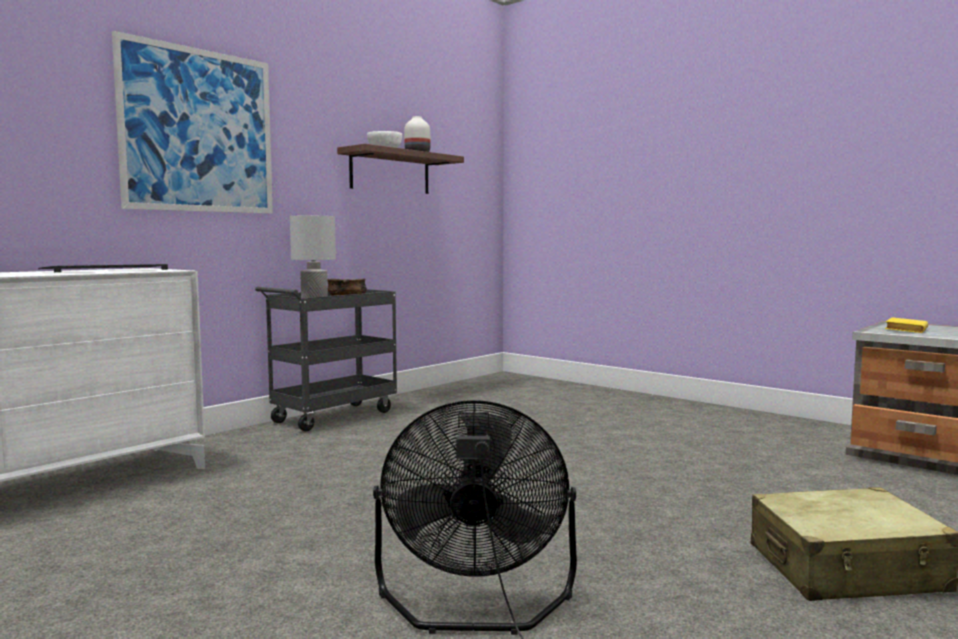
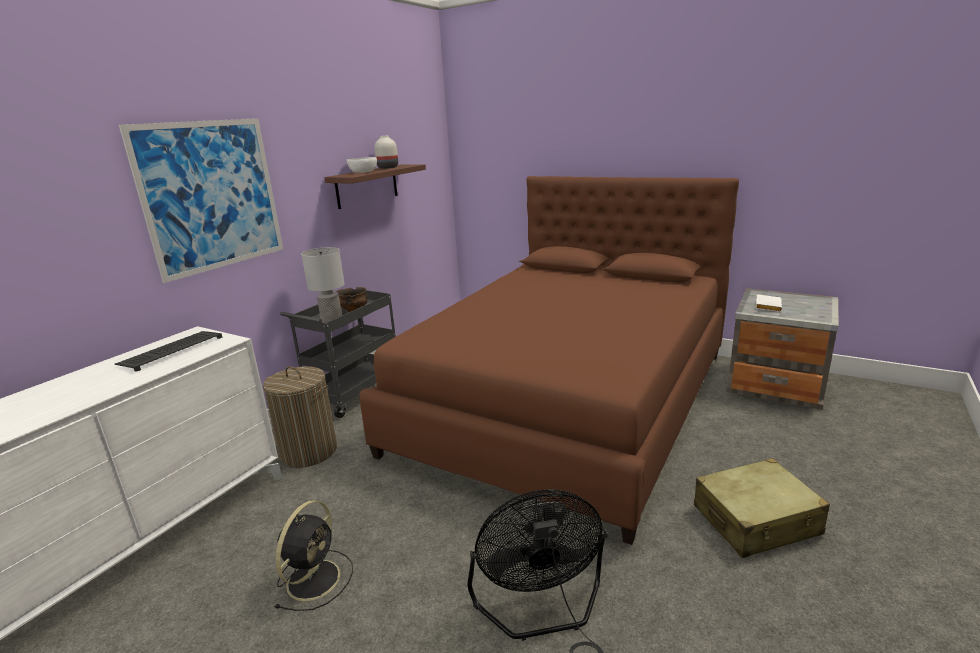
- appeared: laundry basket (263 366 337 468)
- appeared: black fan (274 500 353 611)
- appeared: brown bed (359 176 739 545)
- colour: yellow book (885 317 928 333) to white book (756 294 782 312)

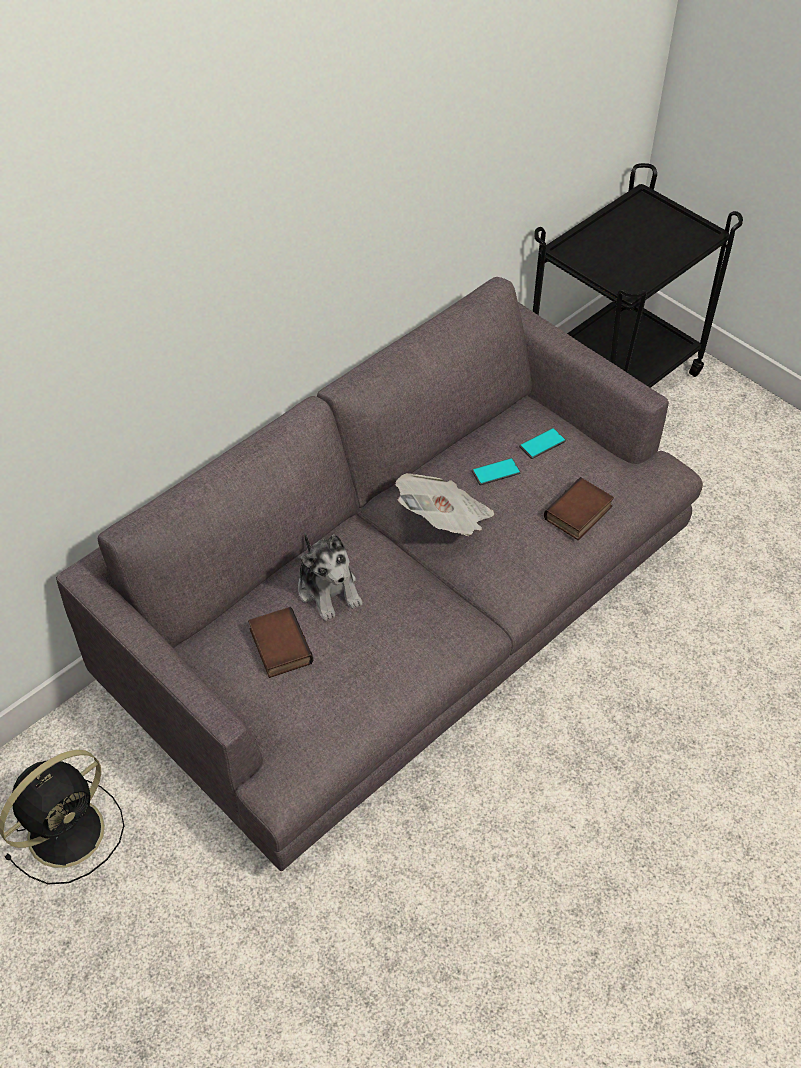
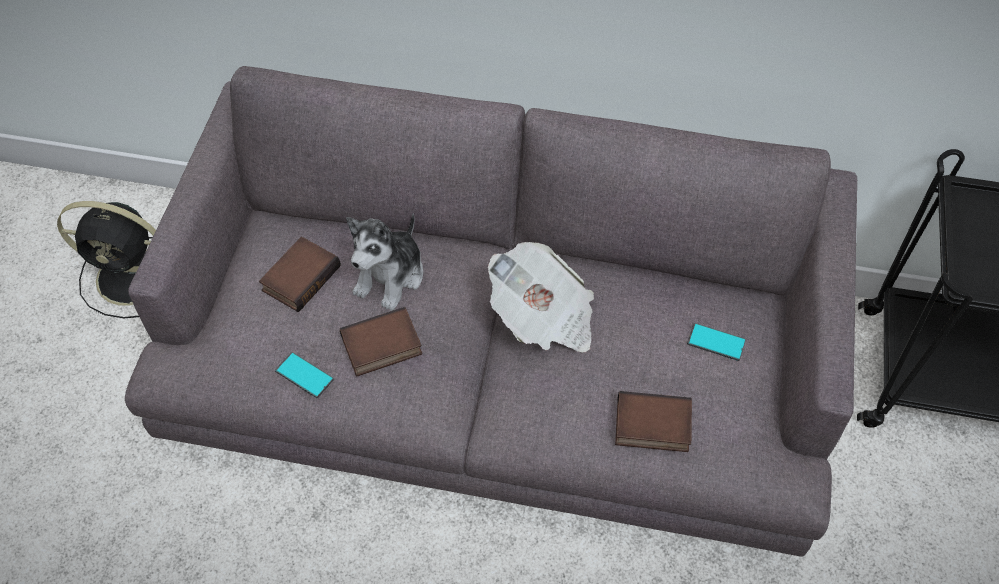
- relocated: phone (472 458 521 486) to (275 352 334 398)
- appeared: book (340 307 422 376)

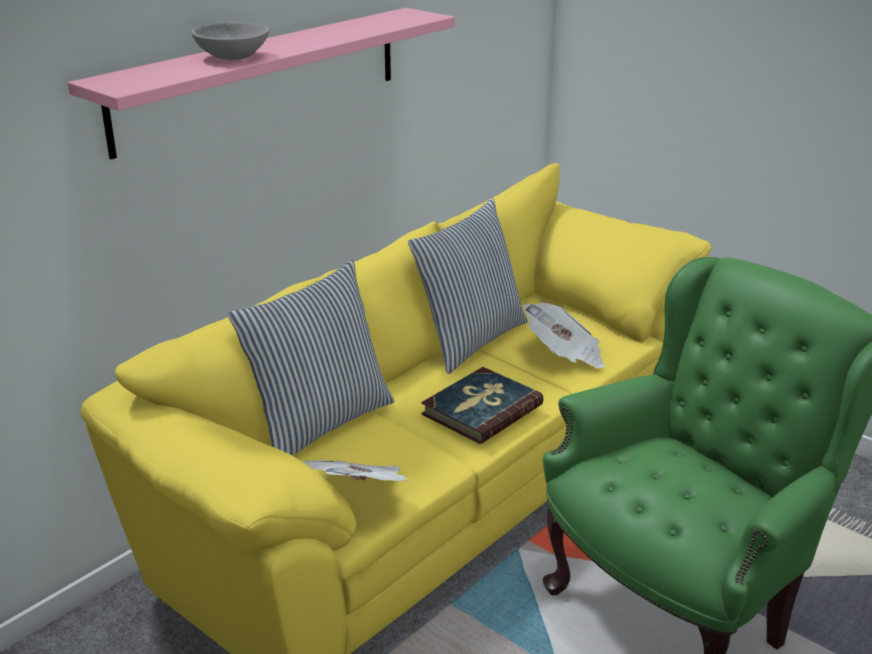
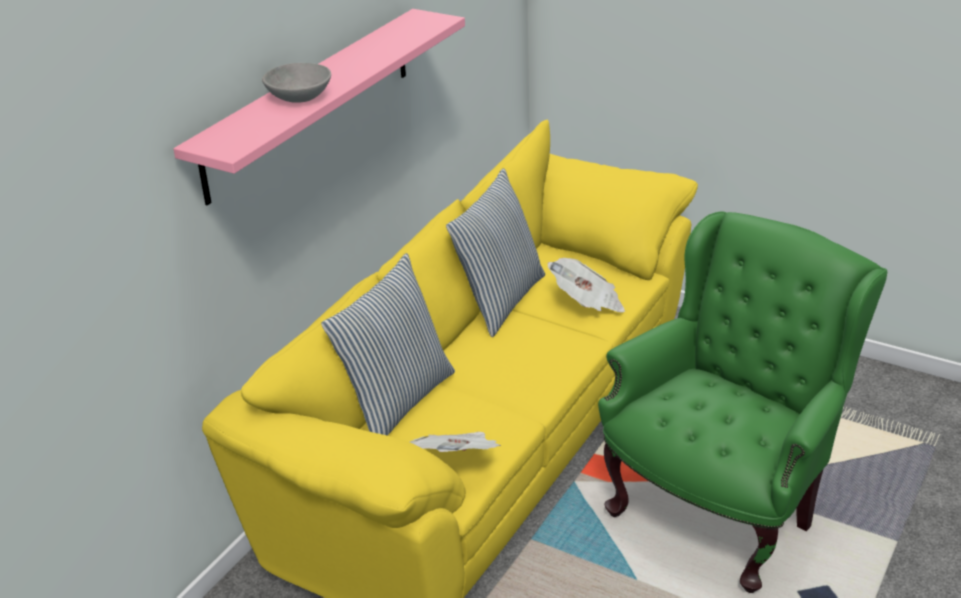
- missing: book (421 367 543 444)

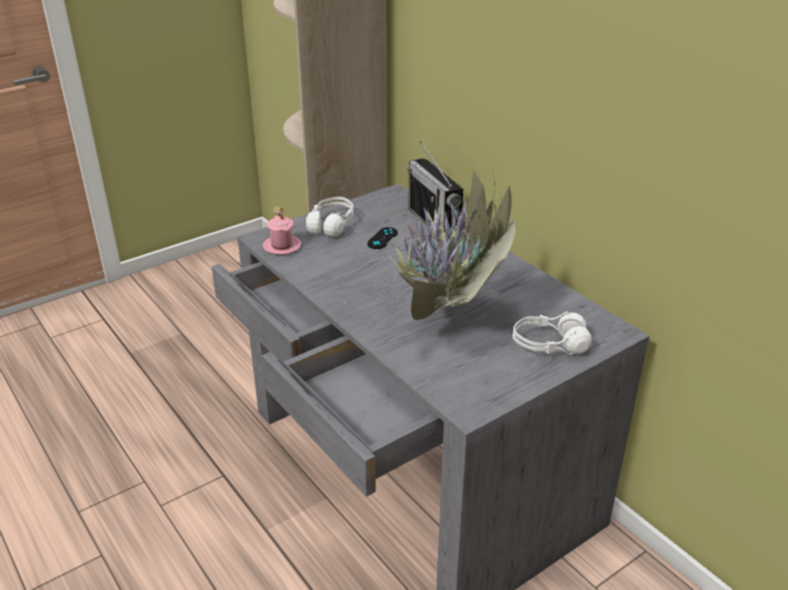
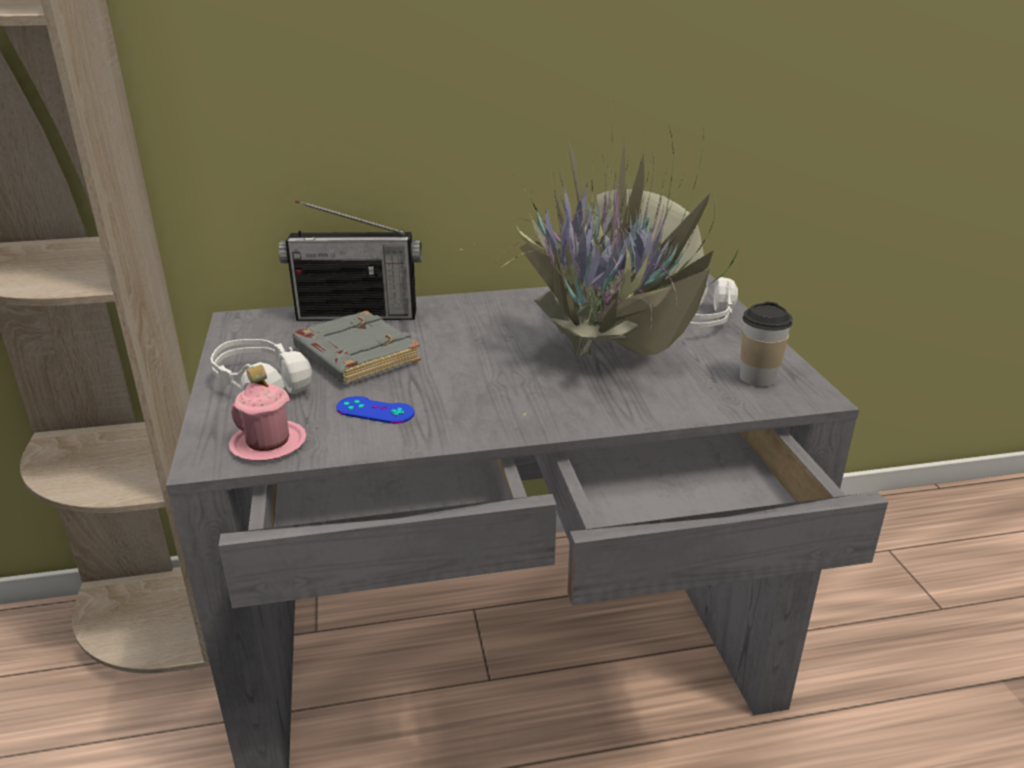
- exchanged: black game controller (367 227 398 249) to grey book (293 310 421 384)
- appeared: blue game controller (336 396 415 424)
- appeared: cup (740 302 793 387)

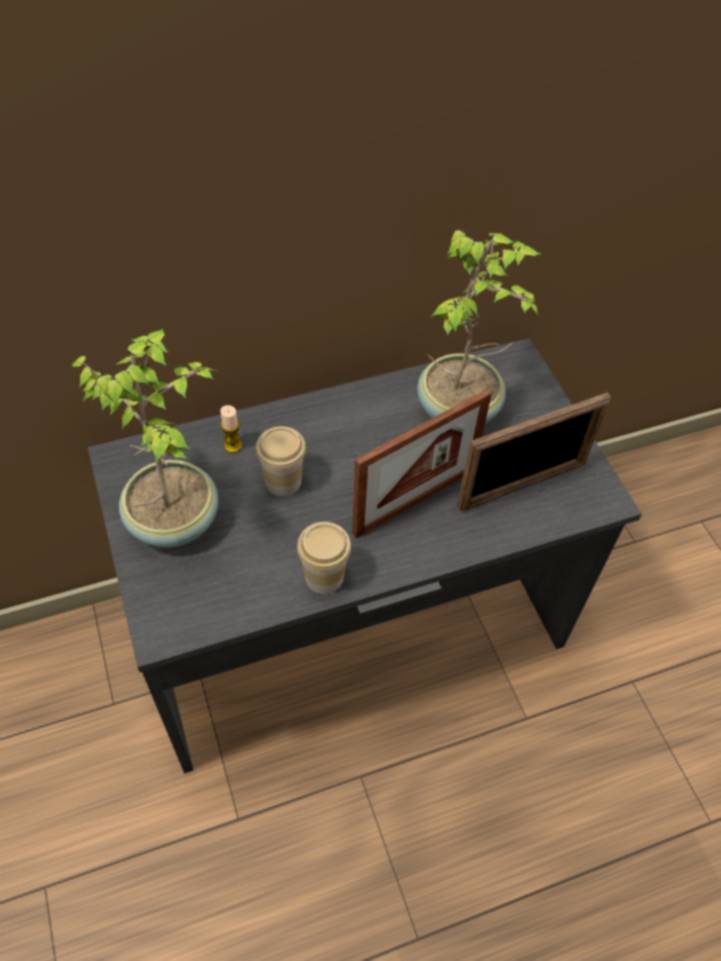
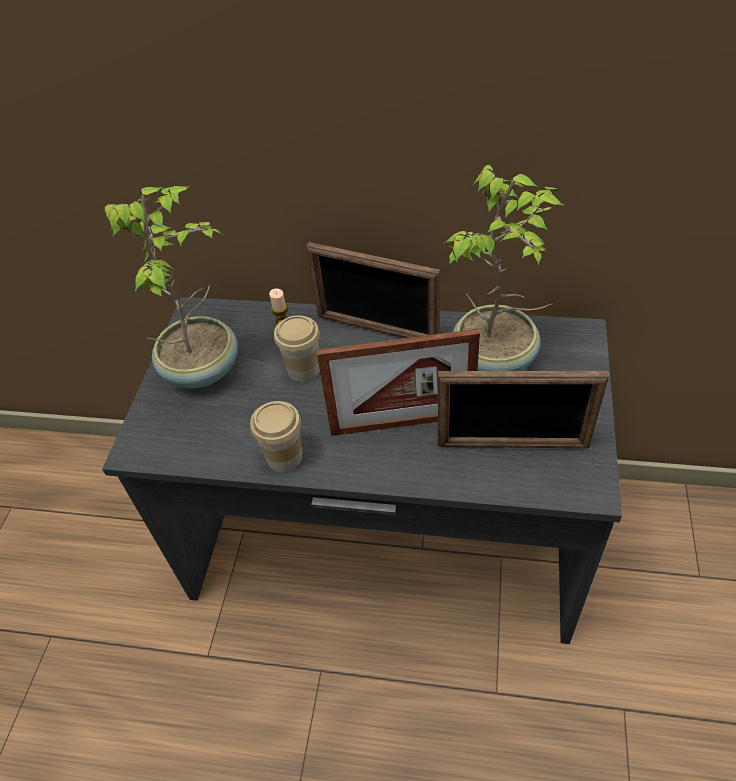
- appeared: picture frame (306 242 440 338)

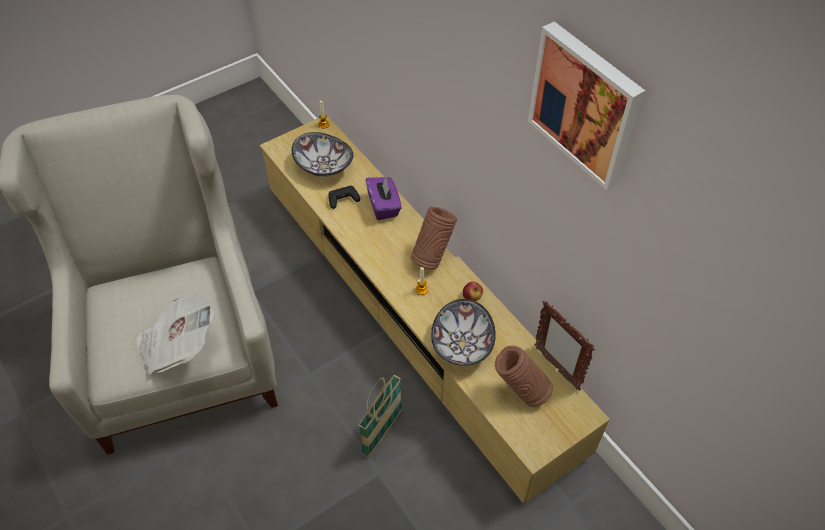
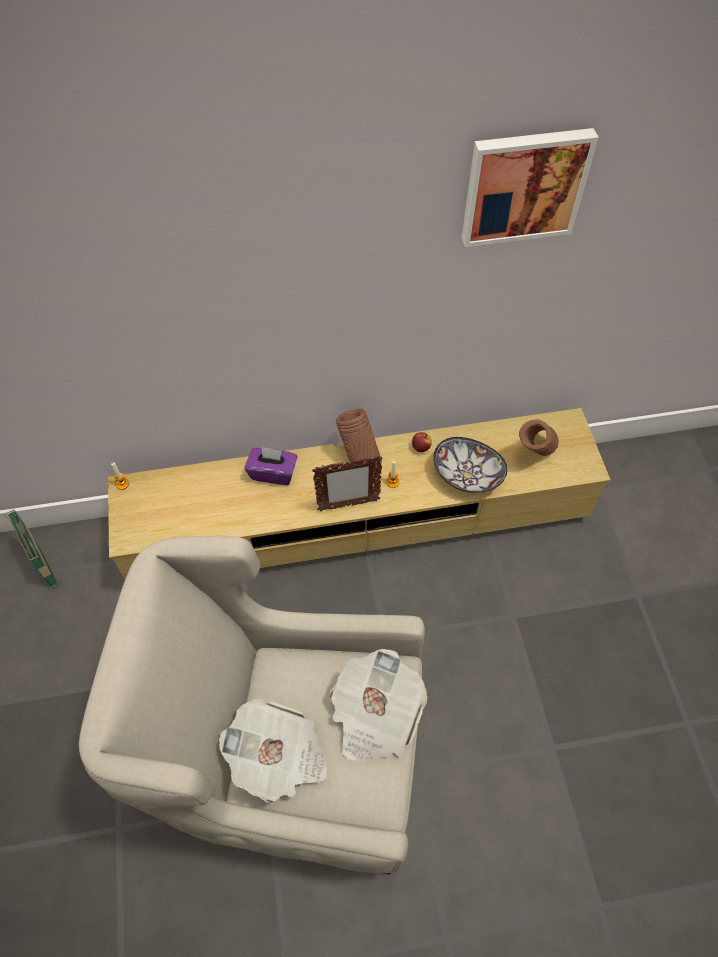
- relocated: basket (358 375 402 457) to (5 509 58 588)
- appeared: newspaper (219 698 328 803)
- relocated: picture frame (534 301 595 391) to (312 455 382 511)
- missing: bowl (292 132 354 177)
- missing: black game controller (328 186 360 209)

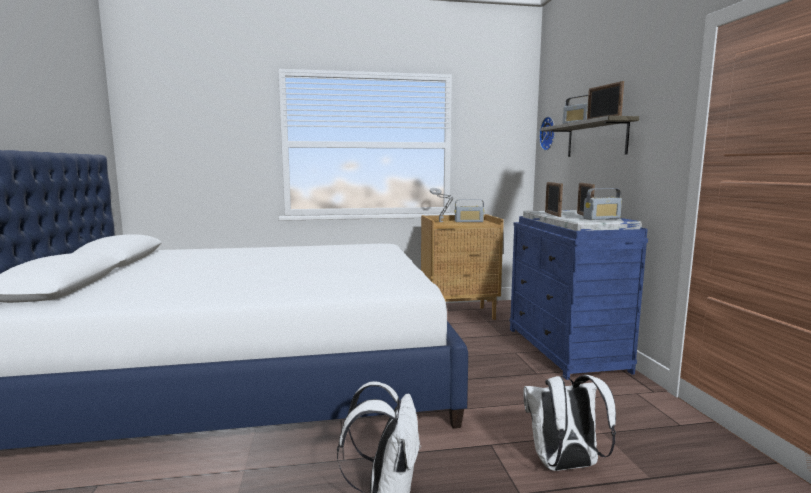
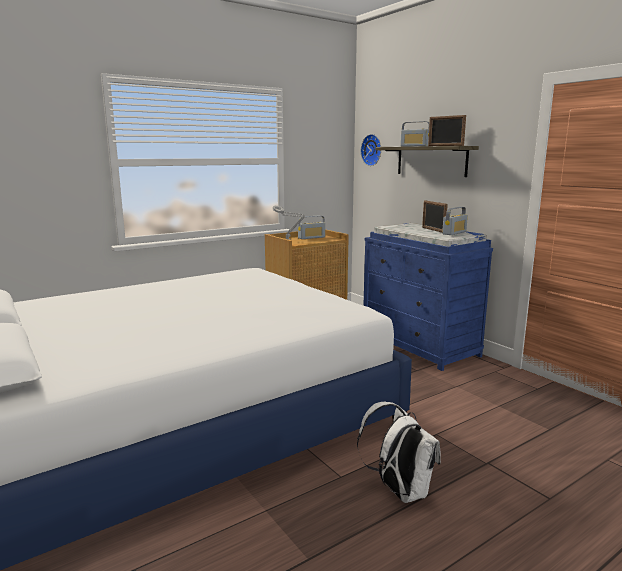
- missing: white backpack (523 375 616 471)
- missing: picture frame (545 182 563 217)

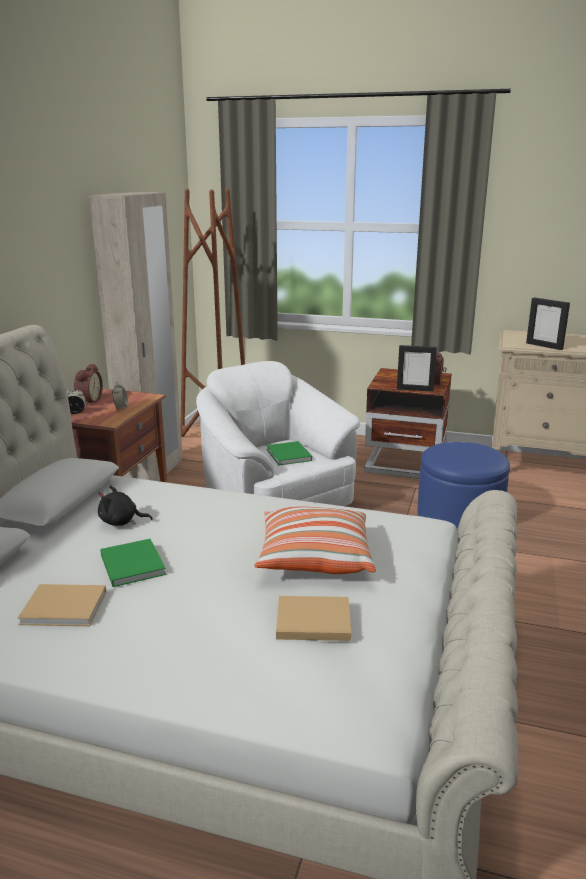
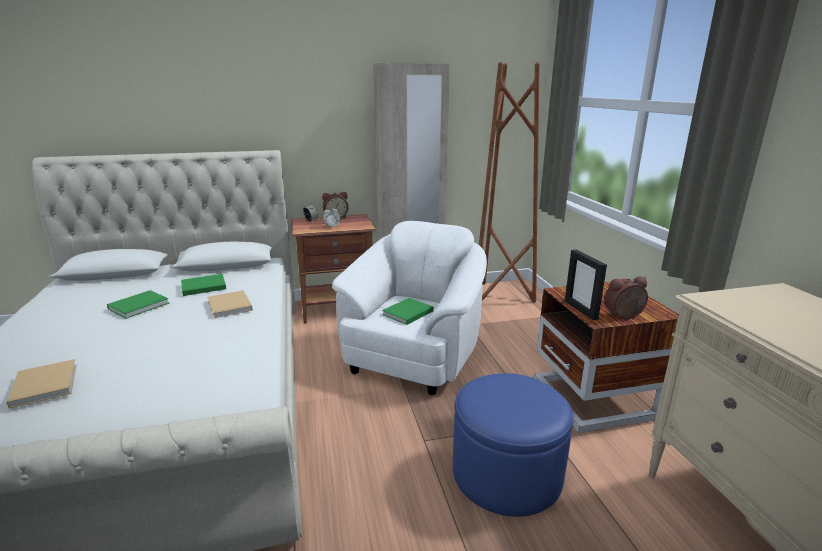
- exchanged: black plush toy (98 485 153 526) to green book (181 274 226 296)
- relocated: beige book (18 584 106 626) to (208 290 253 318)
- missing: pillow (254 506 376 574)
- missing: picture frame (526 298 570 350)

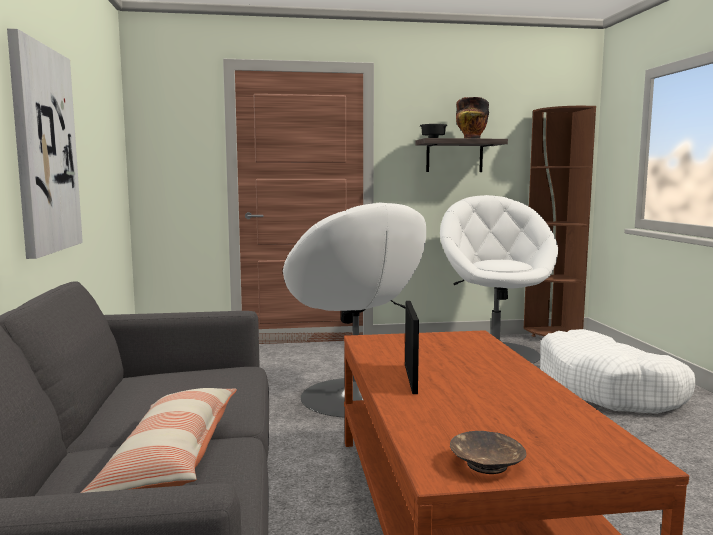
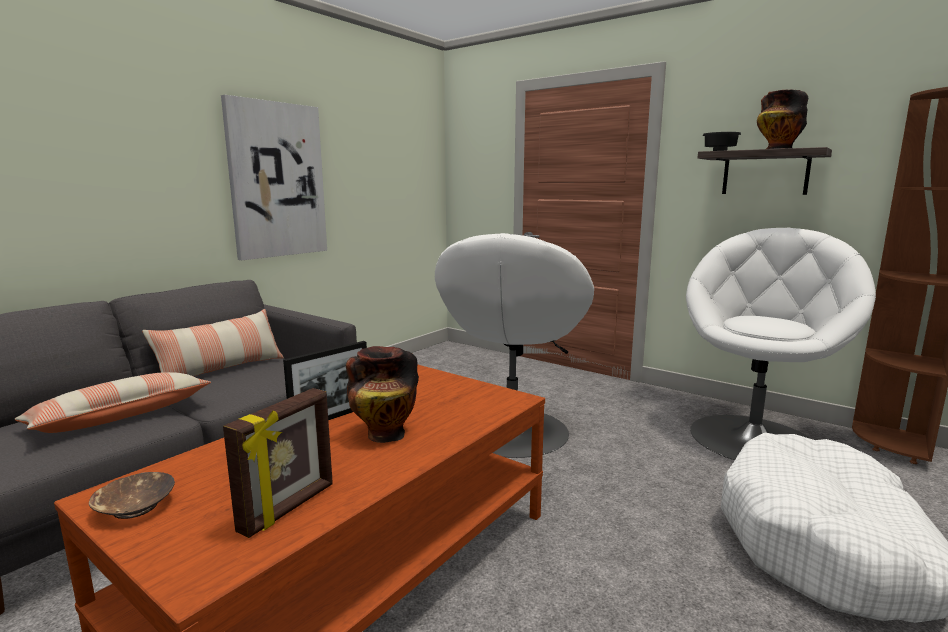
- appeared: pillow (142 309 284 377)
- appeared: picture frame (223 388 333 538)
- appeared: vase (346 346 419 443)

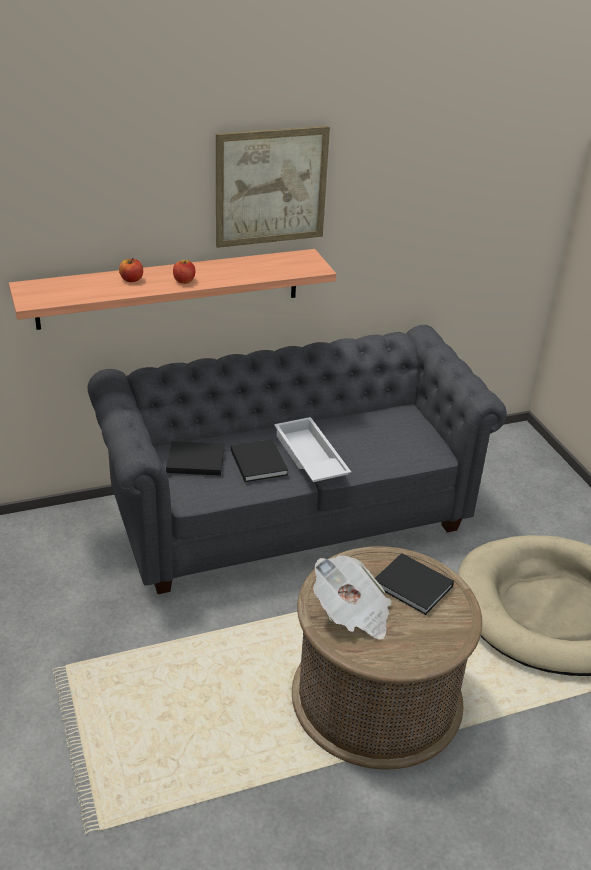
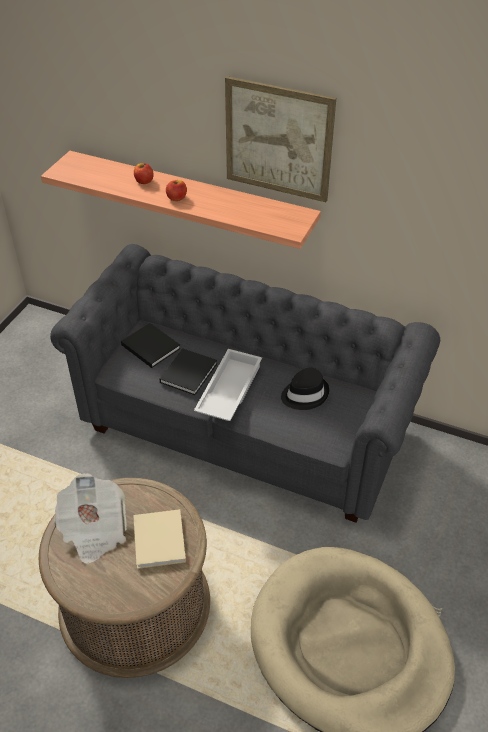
- colour: black book (374 553 454 615) to beige book (133 509 186 569)
- appeared: black hat (281 368 329 410)

